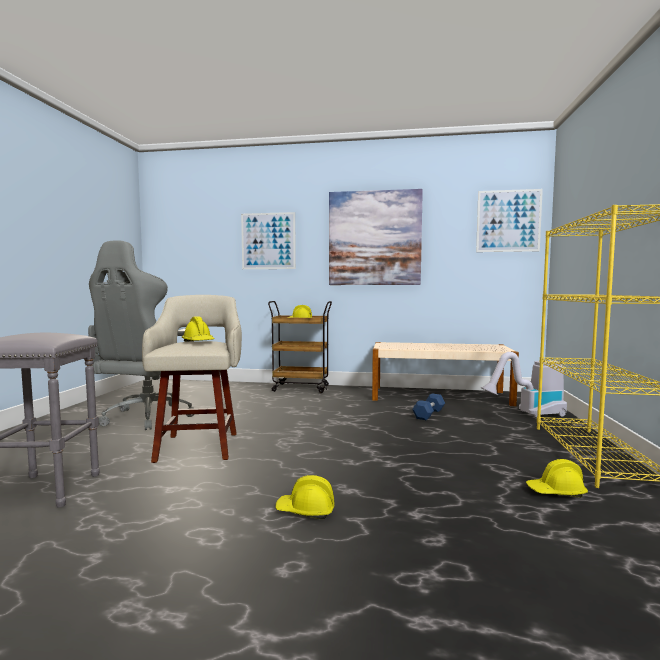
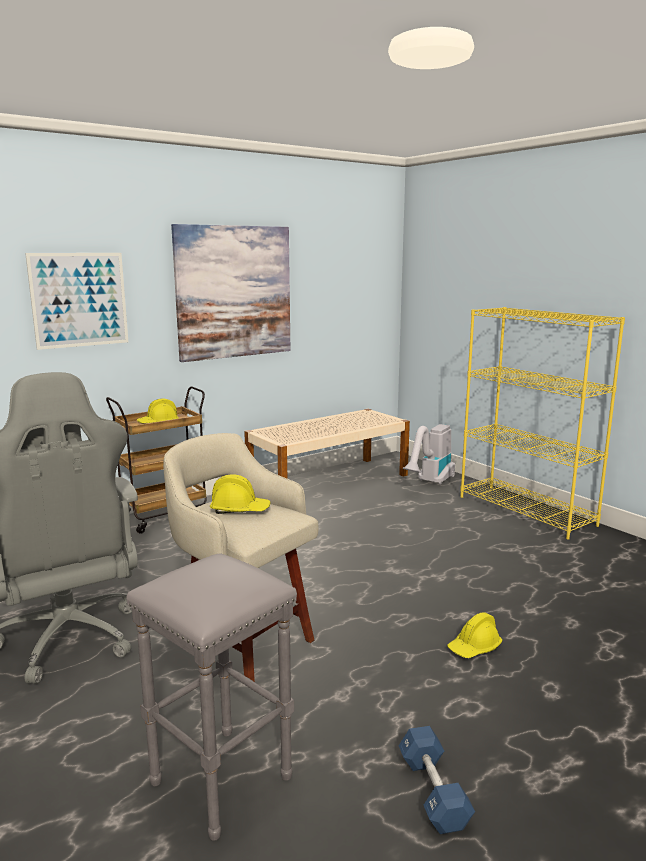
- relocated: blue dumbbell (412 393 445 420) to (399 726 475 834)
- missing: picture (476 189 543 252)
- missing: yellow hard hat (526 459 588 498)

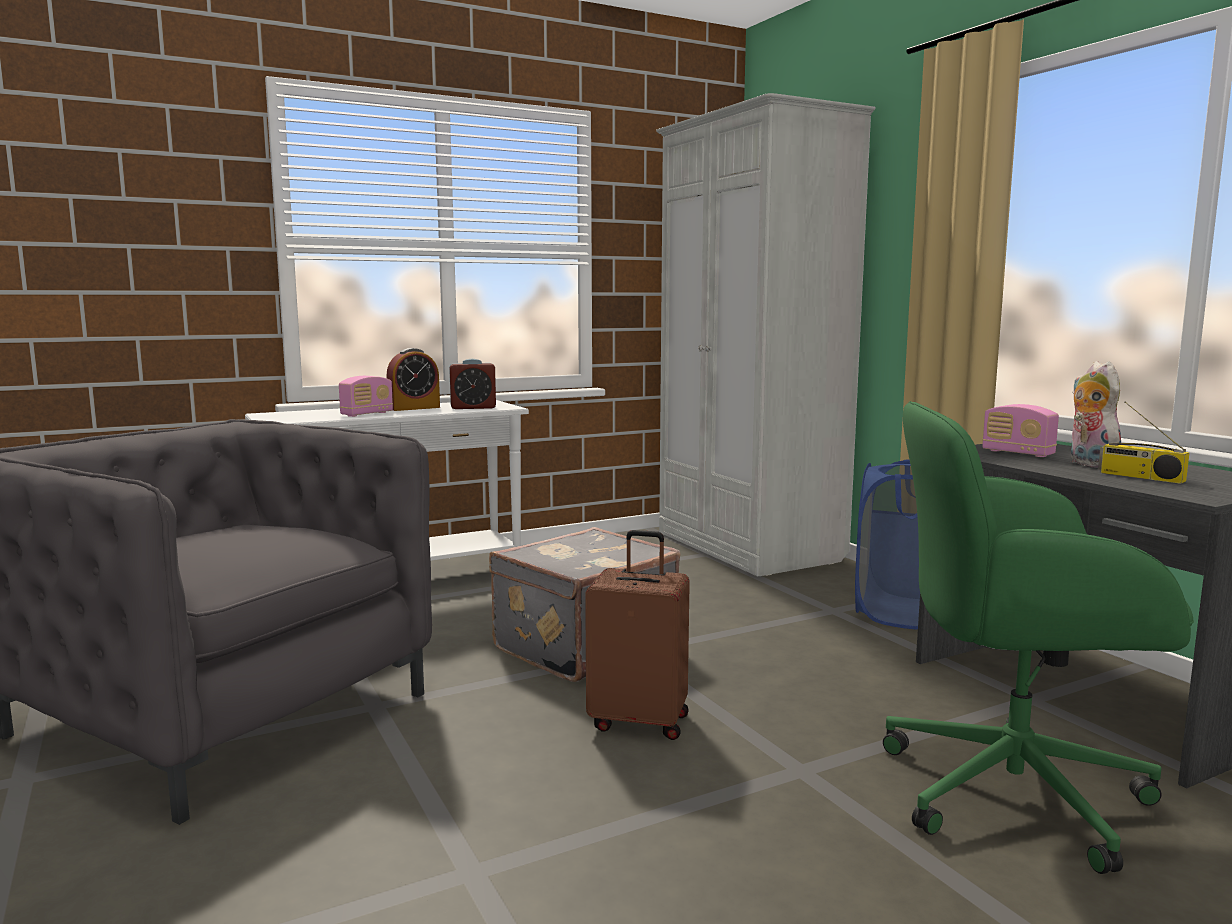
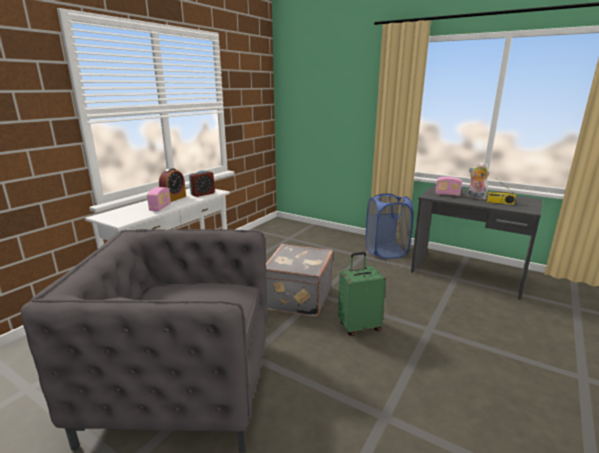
- colour: brown suitcase (585 530 690 740) to green suitcase (338 252 386 336)
- missing: white wardrobe (656 93 876 577)
- missing: green office chair (883 401 1194 874)

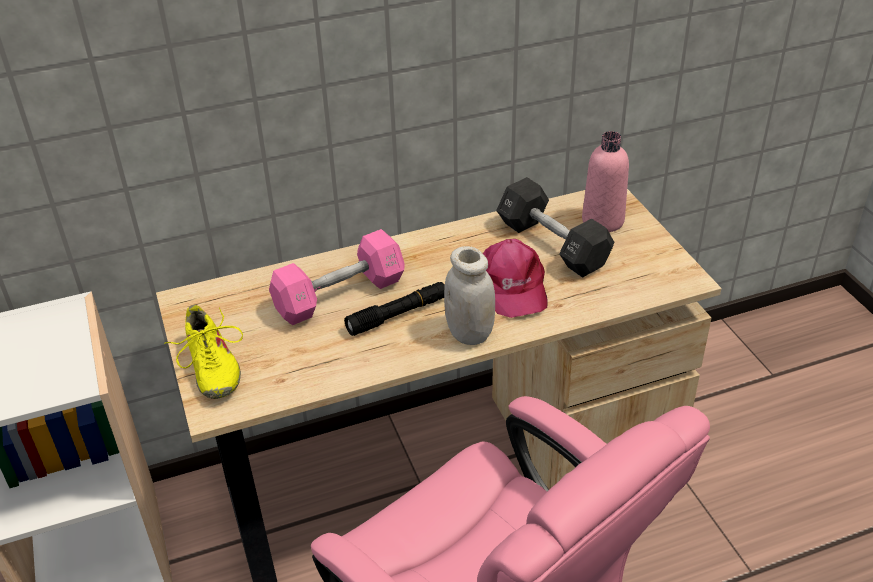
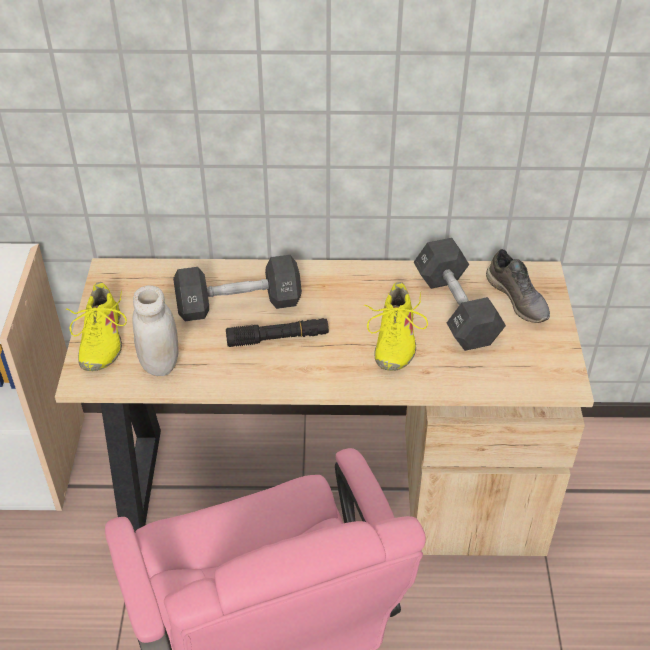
- relocated: white jar (444 246 495 345) to (132 285 179 376)
- colour: pink dumbbell (269 229 405 325) to black dumbbell (173 255 302 322)
- exchanged: pink cap (483 239 548 318) to yellow shoe (364 282 428 371)
- exchanged: pink bottle (582 131 629 232) to grey shoe (486 249 550 323)

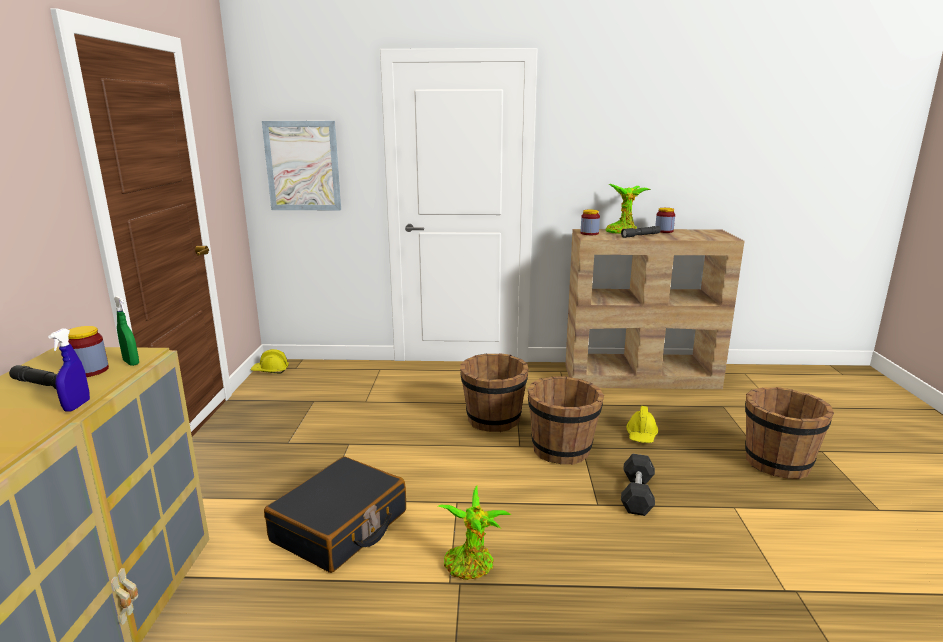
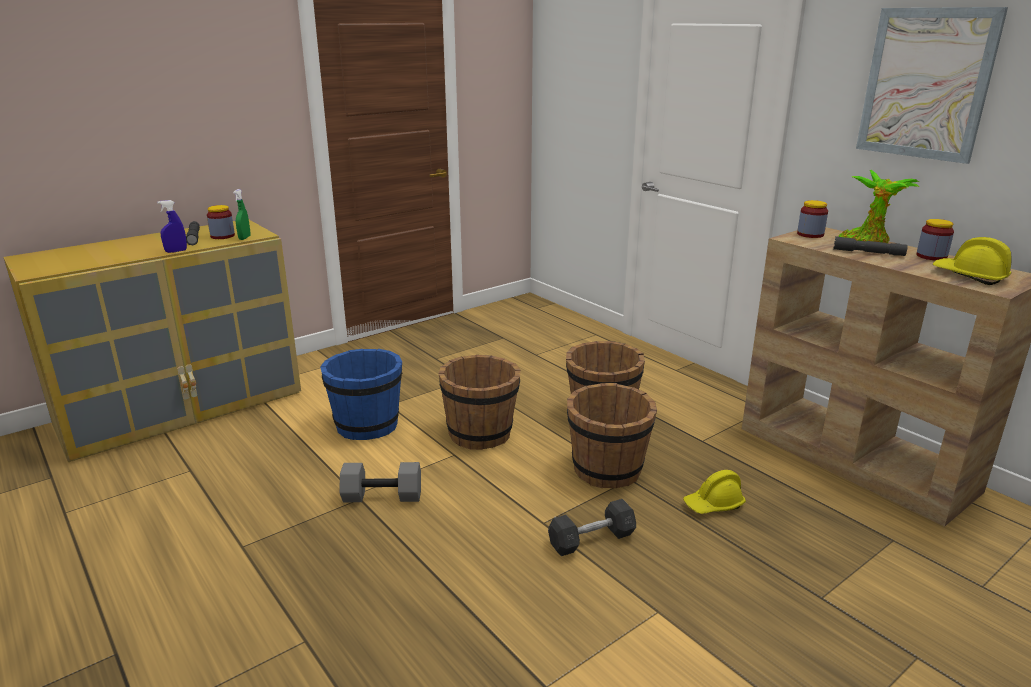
- exchanged: black suitcase (264 457 406 573) to blue bucket (320 349 402 440)
- exchanged: potted plant (438 485 512 580) to grey dumbbell (340 462 421 502)
- relocated: brown bucket (745 387 834 479) to (439 355 521 450)
- relocated: picture (262 121 341 210) to (856 7 1008 164)
- relocated: yellow hard hat (250 349 289 374) to (933 237 1012 285)

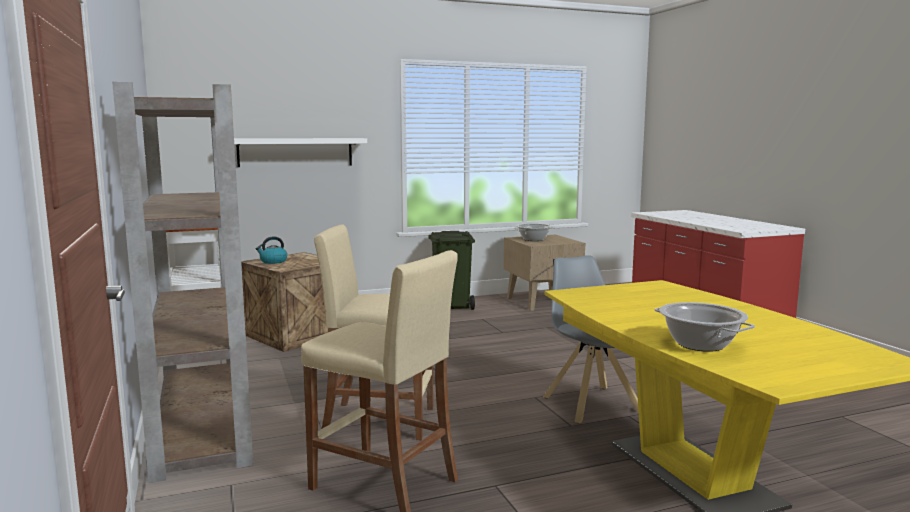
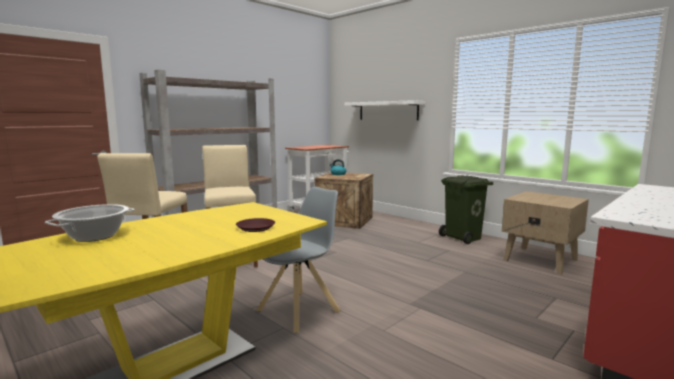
- appeared: brown plate (236 218 275 232)
- missing: cooking pot (513 223 555 241)

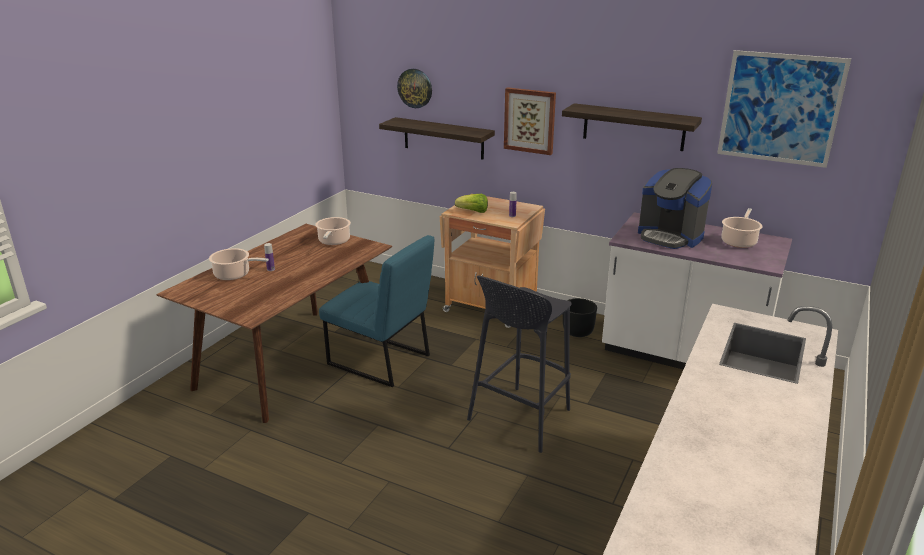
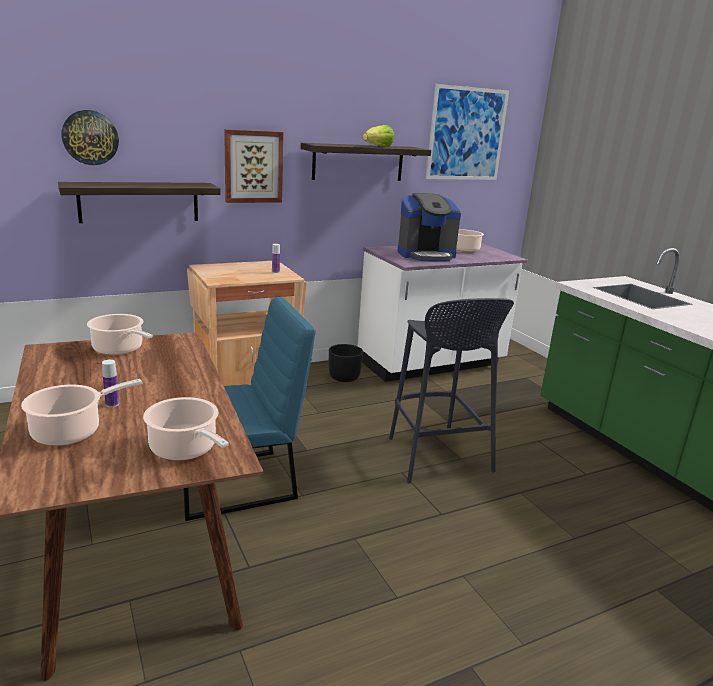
- appeared: cooking pot (143 397 229 460)
- relocated: lettuce (455 194 488 213) to (363 125 394 147)

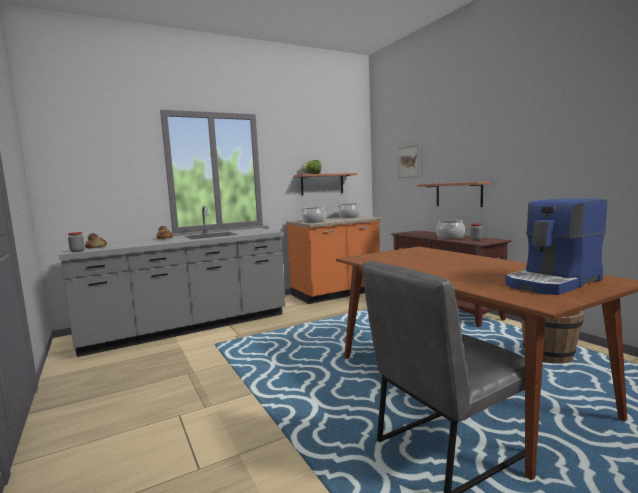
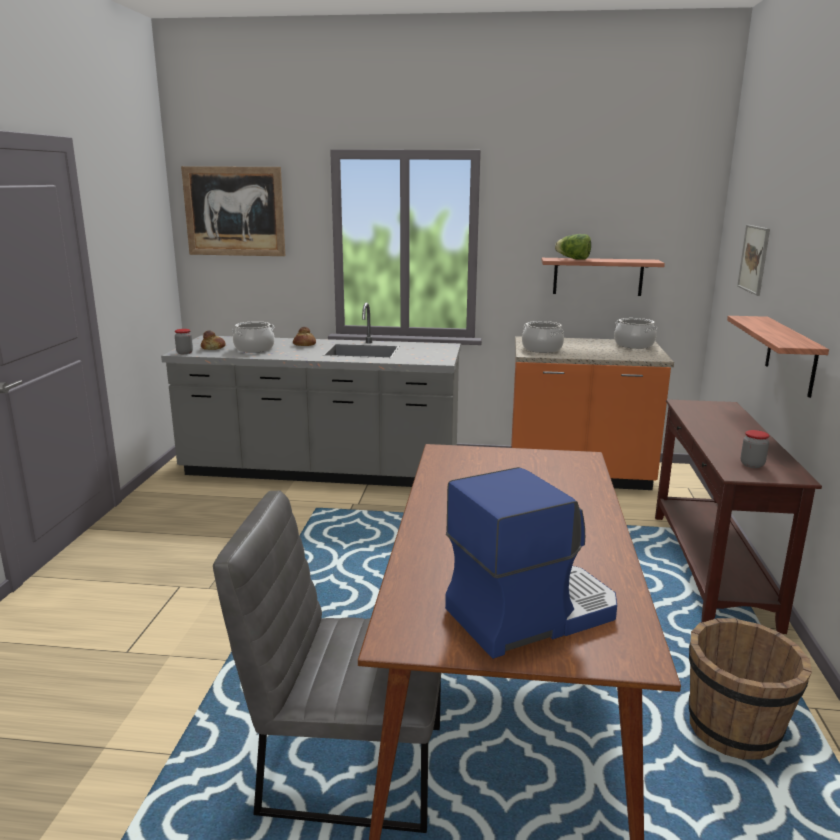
- appeared: picture (181 166 285 256)
- relocated: cooking pot (436 220 465 239) to (231 321 275 353)
- spun: coffee machine (505 199 607 295) = (445 467 617 659) 150 degrees clockwise

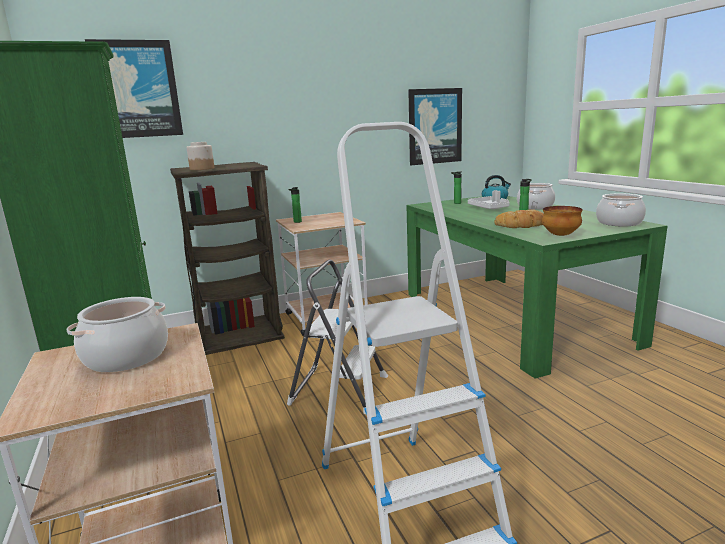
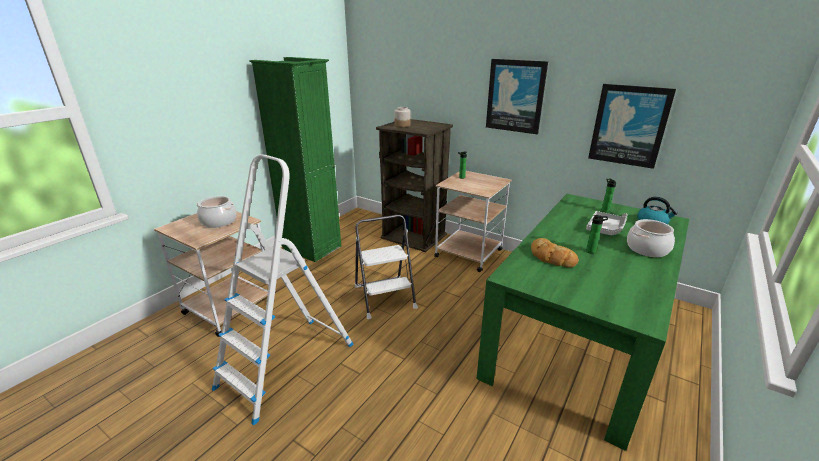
- relocated: picture (85 39 183 138) to (486 59 548 134)
- missing: bowl (542 206 583 236)
- missing: cooking pot (596 193 646 227)

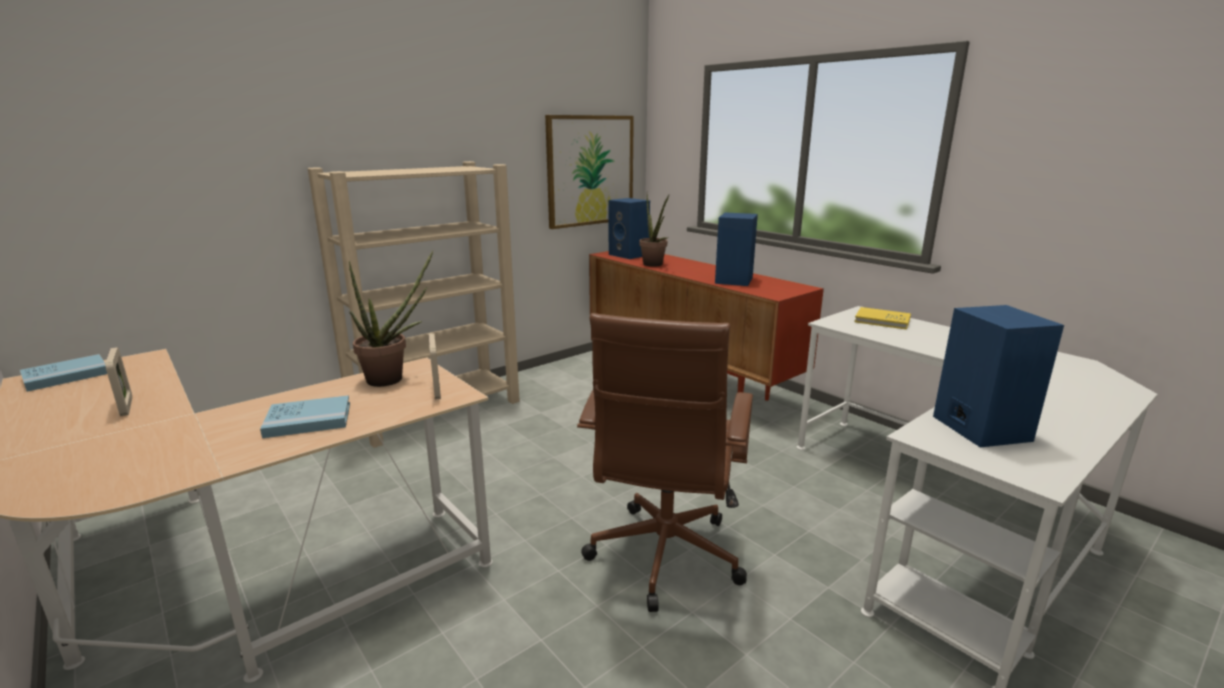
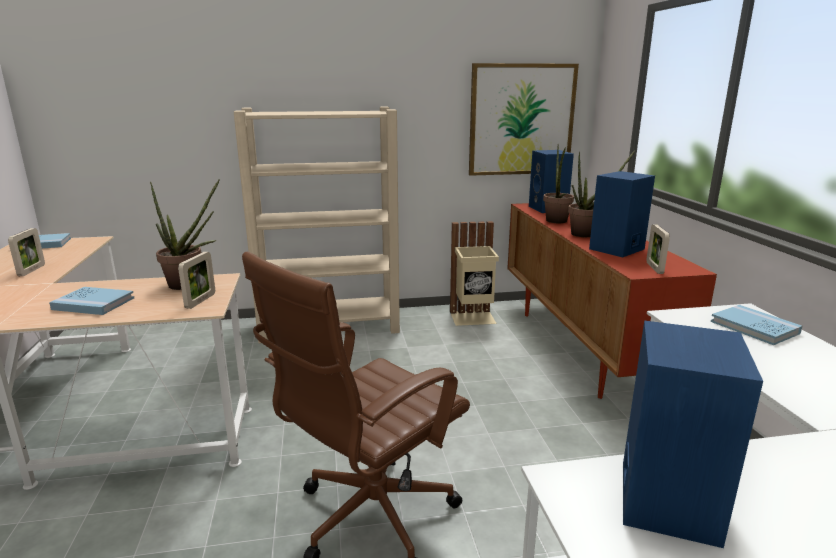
- appeared: beige trash can (450 221 499 326)
- appeared: potted plant (568 151 635 237)
- appeared: picture frame (646 224 670 274)
- colour: yellow book (855 307 911 330) to blue book (711 305 802 345)

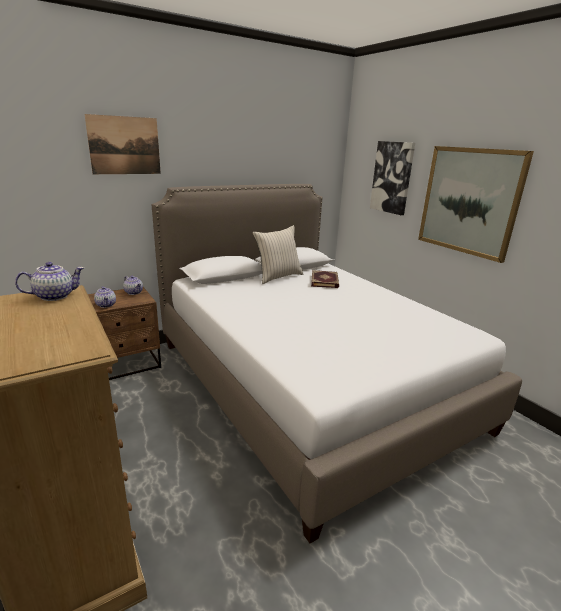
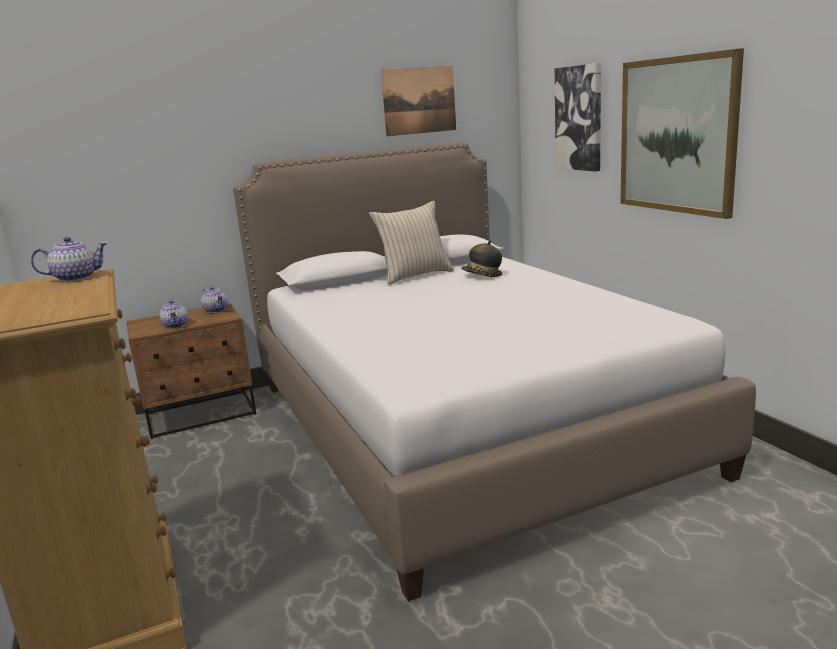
- relocated: picture (85 114 161 174) to (381 66 456 136)
- exchanged: book (311 270 339 288) to hat (461 240 502 277)

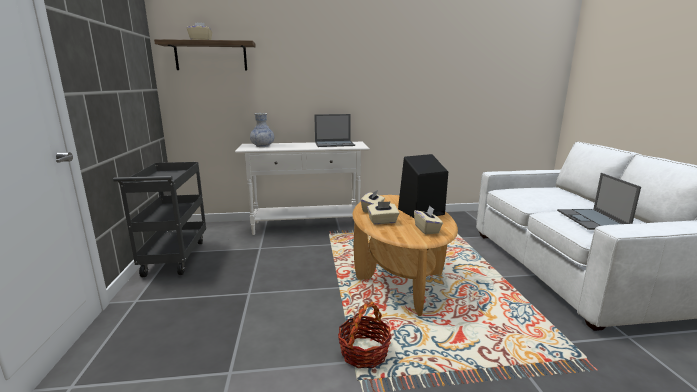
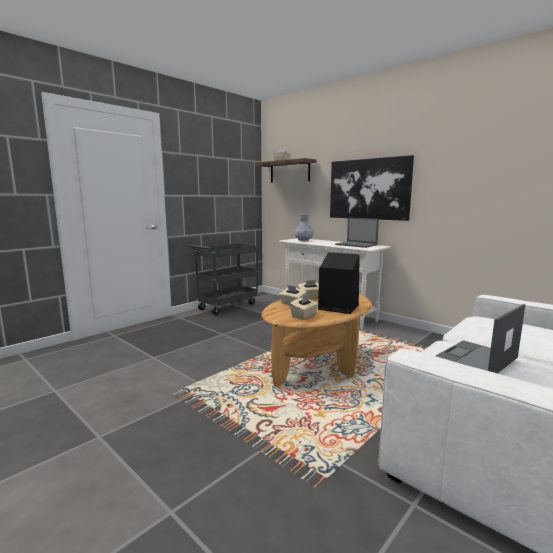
- appeared: picture (330 155 414 221)
- missing: basket (338 301 391 368)

